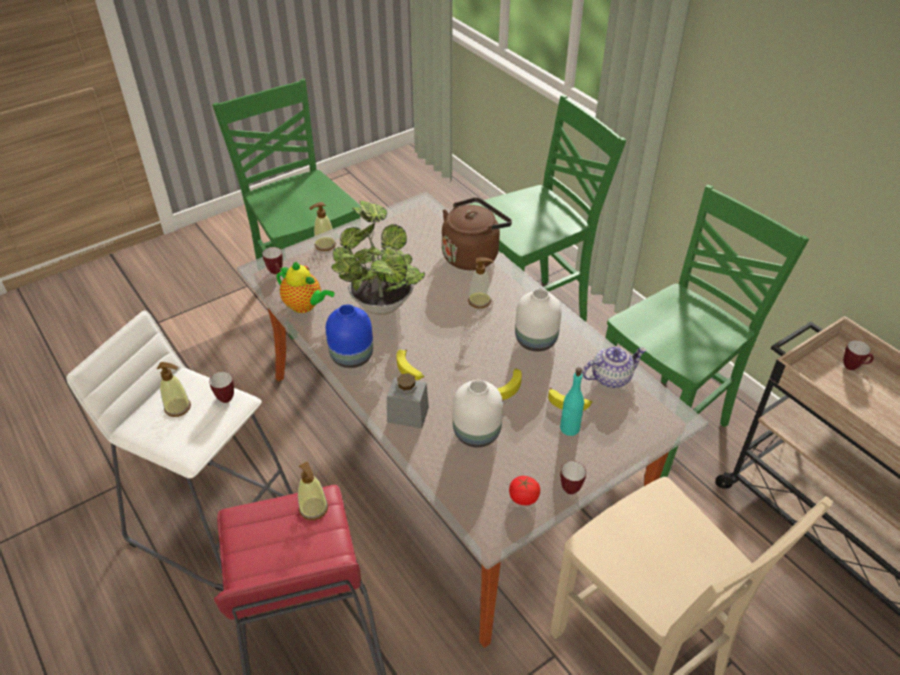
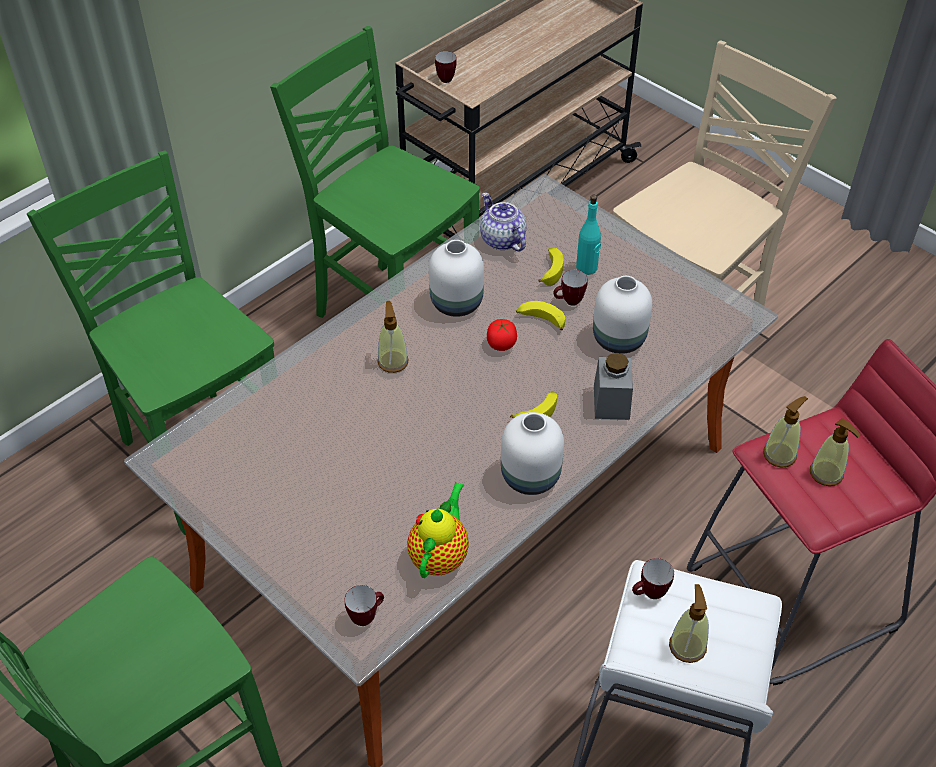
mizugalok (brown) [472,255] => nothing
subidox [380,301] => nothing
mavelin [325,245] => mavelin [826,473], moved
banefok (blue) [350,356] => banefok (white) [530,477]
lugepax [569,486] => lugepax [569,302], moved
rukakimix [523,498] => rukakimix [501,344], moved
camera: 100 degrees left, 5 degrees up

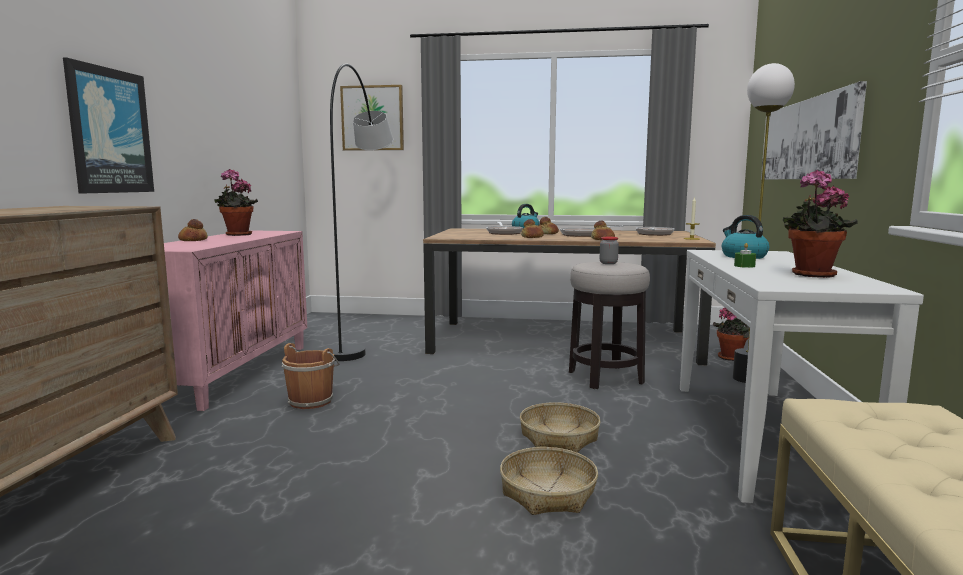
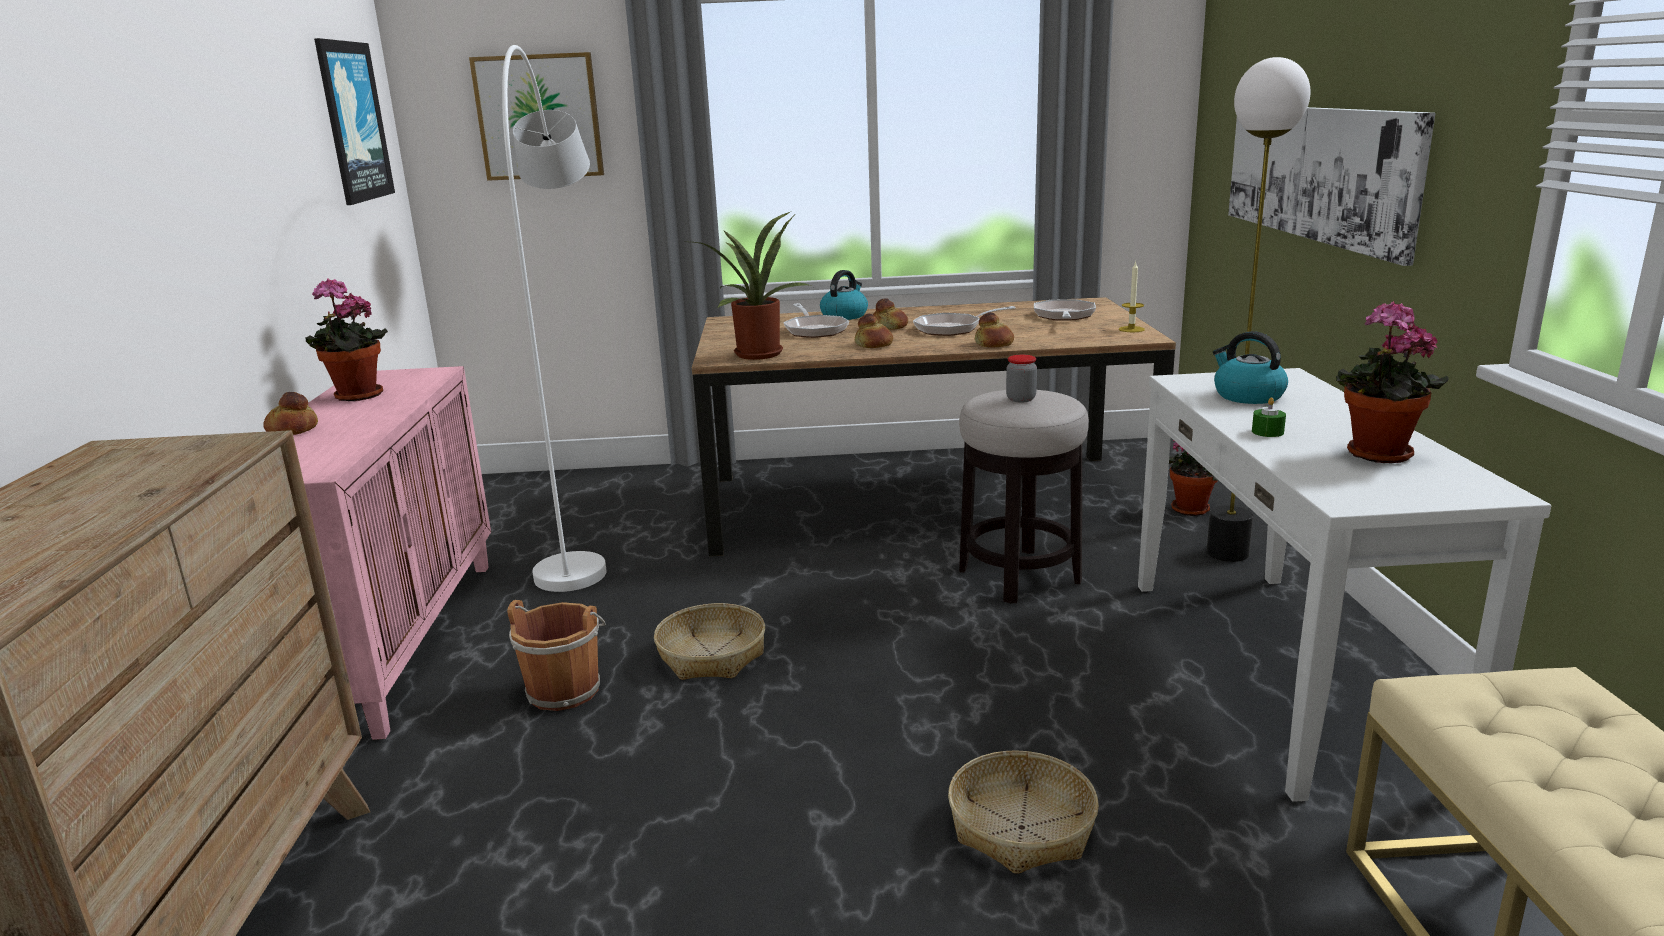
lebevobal [109,131] => lebevobal [353,122], moved
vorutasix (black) [364,335] => vorutasix (white) [584,523]
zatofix [559,437] => zatofix [712,655], moved
nothing => subidox [757,353]
camera: 10 degrees left, 10 degrees up

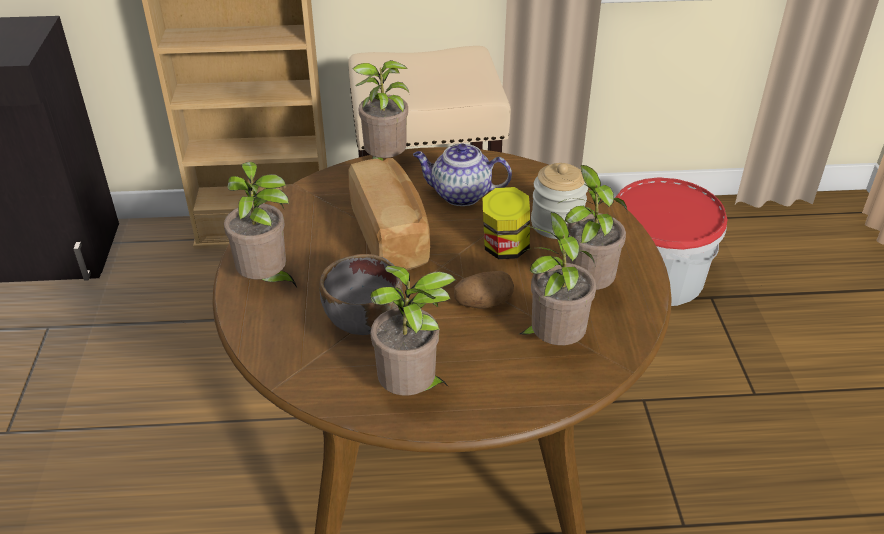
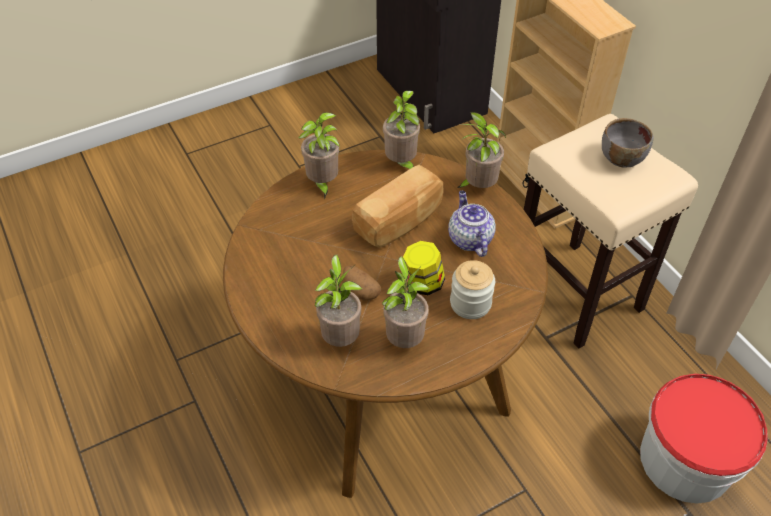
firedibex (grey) [363,320] => firedibex (grey) [621,158], moved
subidox [411,392] => subidox [401,164], moved
camera: 65 degrees right, 10 degrees up

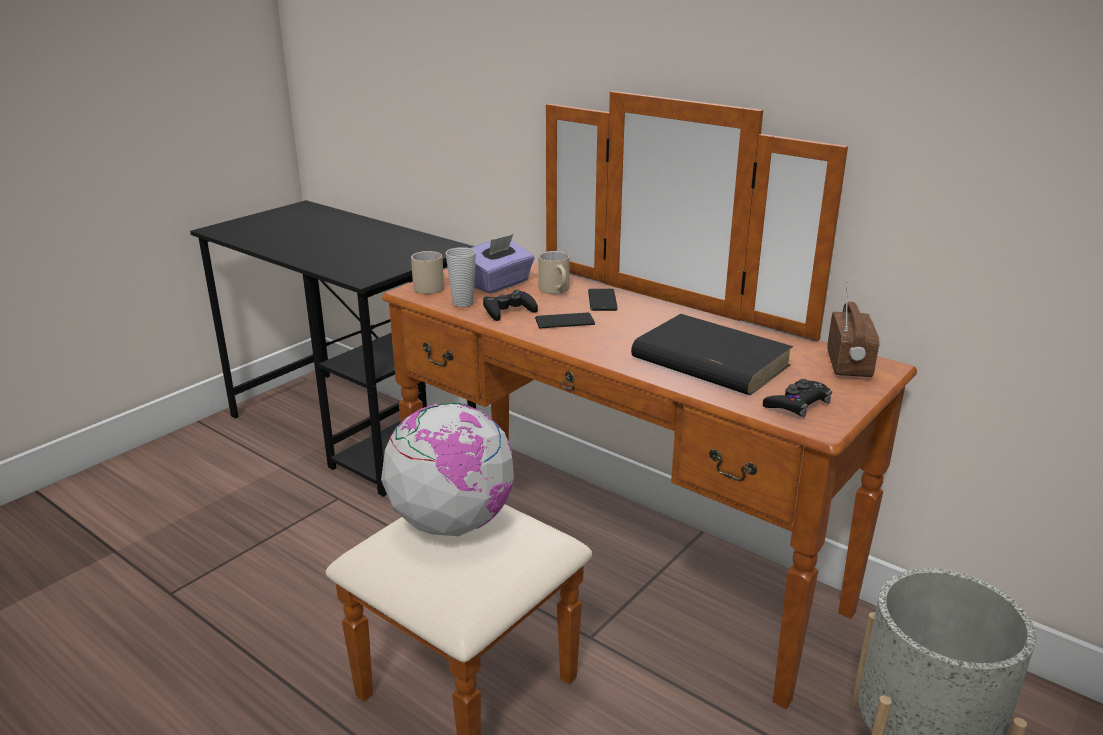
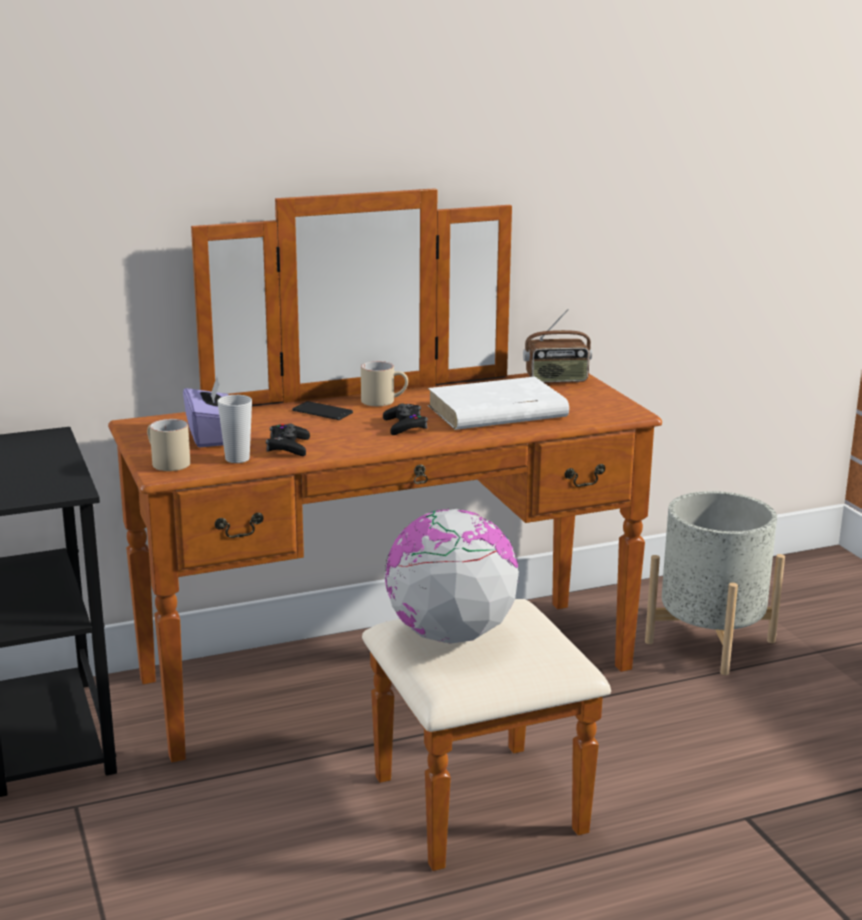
lugepax (beige) [557,290] => lugepax (beige) [384,401], moved
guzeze [849,365] => guzeze [556,380], 135 degrees clockwise
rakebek [564,321] => nothing
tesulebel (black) [709,362] => tesulebel (white) [496,412]
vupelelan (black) [797,404] => vupelelan (black) [405,426], moved
camera: 60 degrees left, 5 degrees down

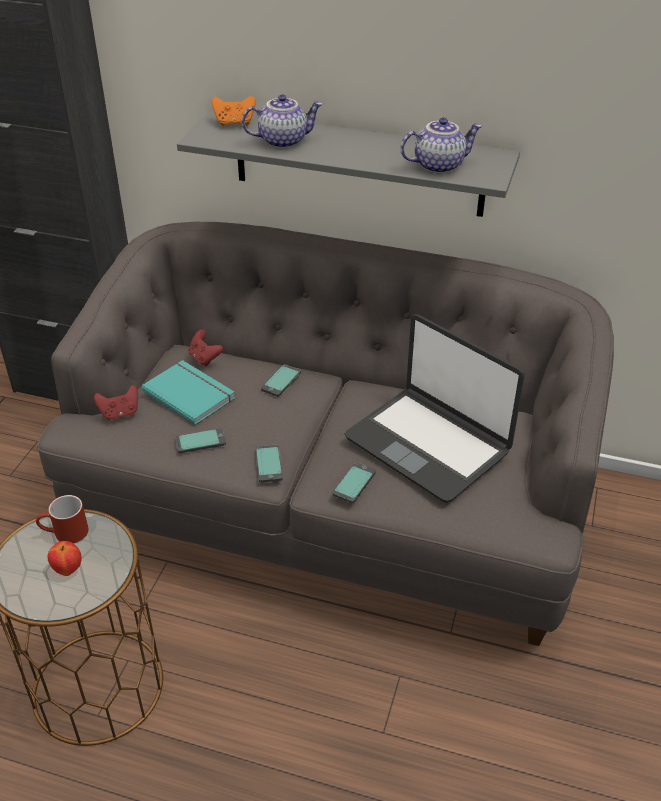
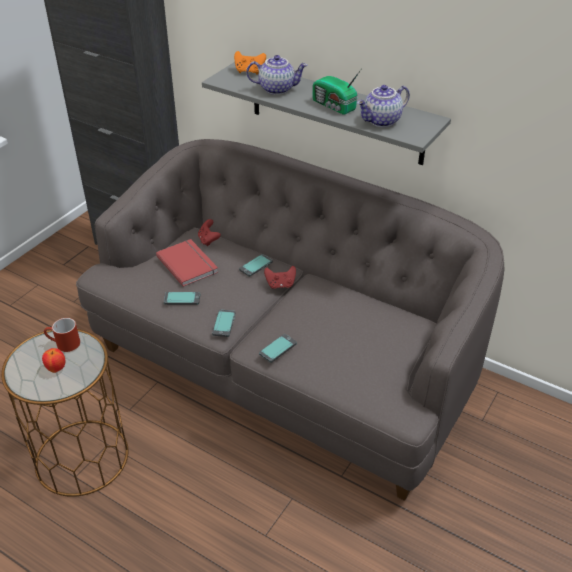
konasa [439,165] => konasa [382,121], 150 degrees clockwise
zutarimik [428,444] => nothing
tesulebel (turquoise) [190,393] => tesulebel (red) [188,263]
vupelelan (red) [120,413] => vupelelan (red) [280,285], moved
nothing => guzeze [334,106]
camera: 15 degrees right, 0 degrees up

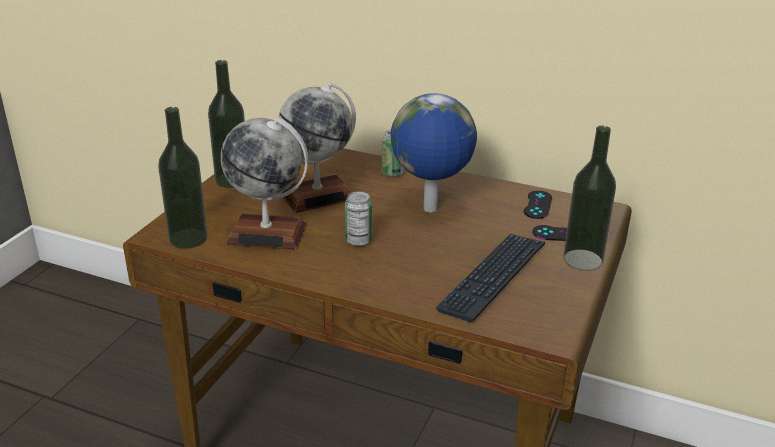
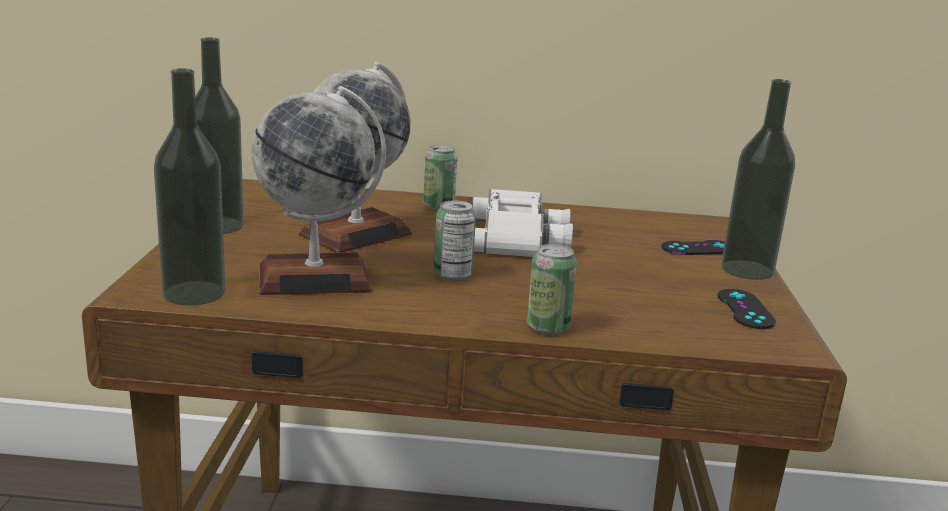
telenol [430,210] => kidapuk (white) [519,238]
vupelelan (black) [537,205] => vupelelan (black) [745,309], moved
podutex [493,277] => nothing
nothing => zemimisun [548,327]
camera: 20 degrees left, 10 degrees down

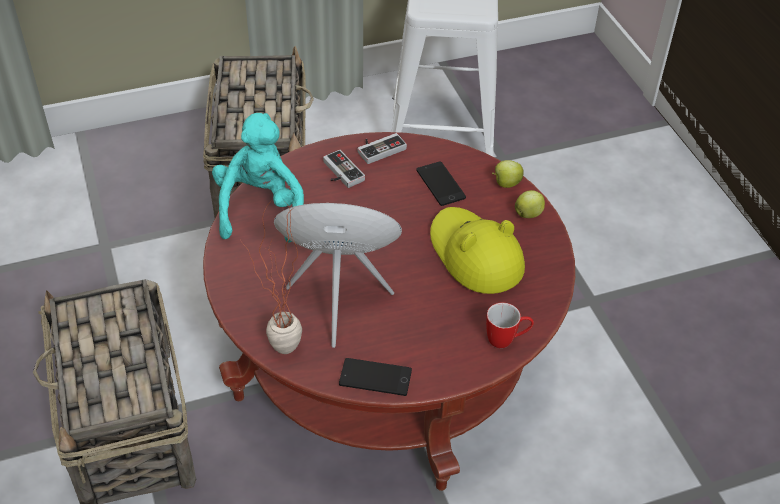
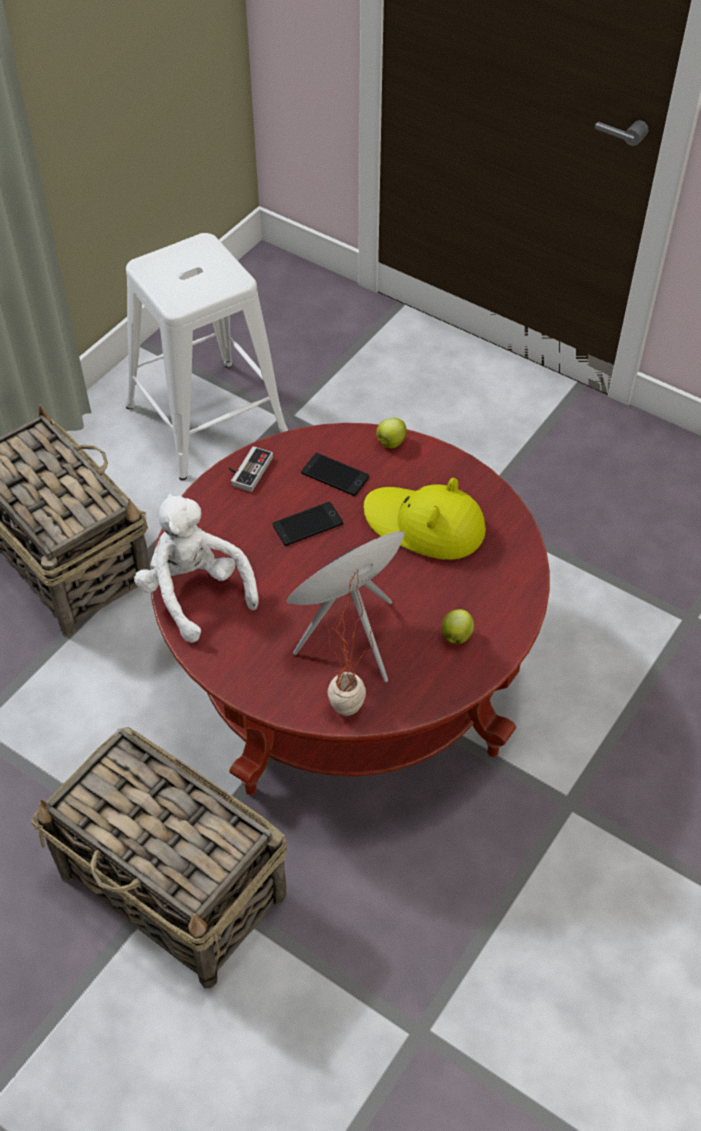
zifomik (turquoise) [260,208] => zifomik (white) [194,592]
vupelelan [339,173] => nothing
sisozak [528,214] => sisozak [456,635], moved
lugepax [506,340] => nothing
rakebek [375,377] => rakebek [307,524], moved
camera: 35 degrees left, 5 degrees up

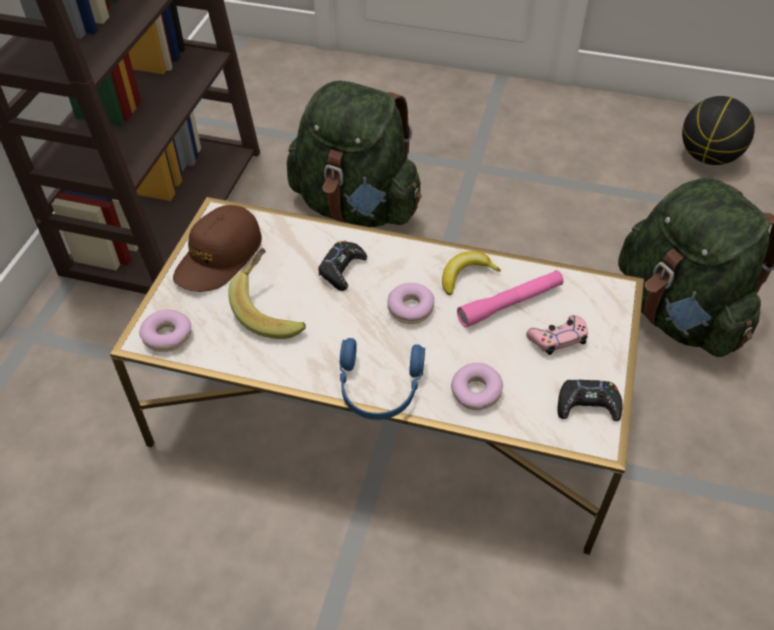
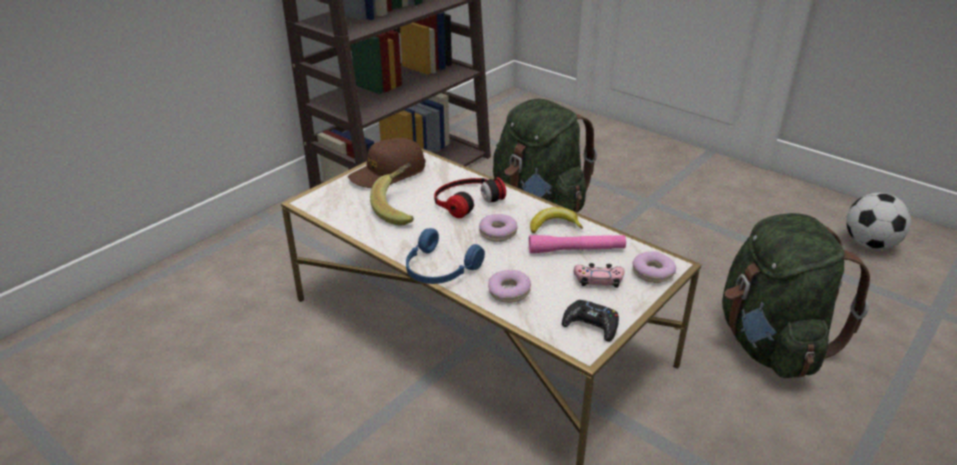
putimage [708,157] => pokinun [869,244]
vupelelan (black) [342,270] => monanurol [466,200]
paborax [167,336] => paborax [653,273], moved
camera: 25 degrees right, 15 degrees down

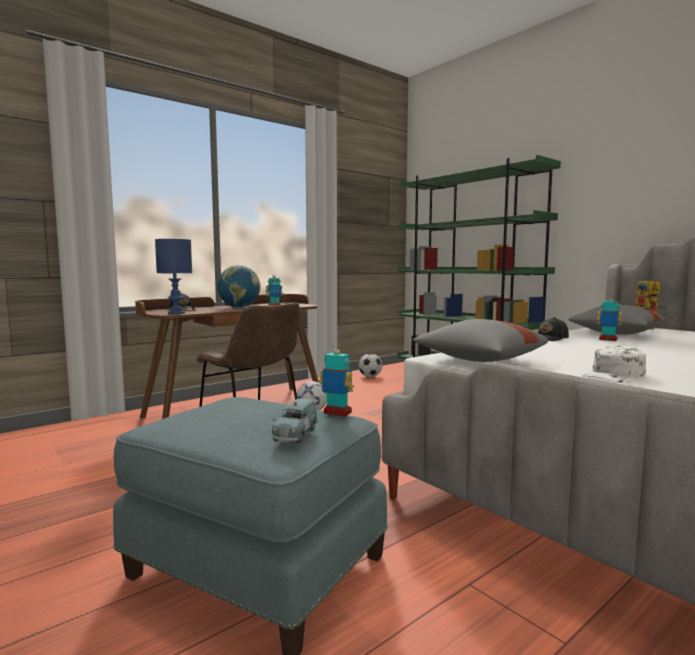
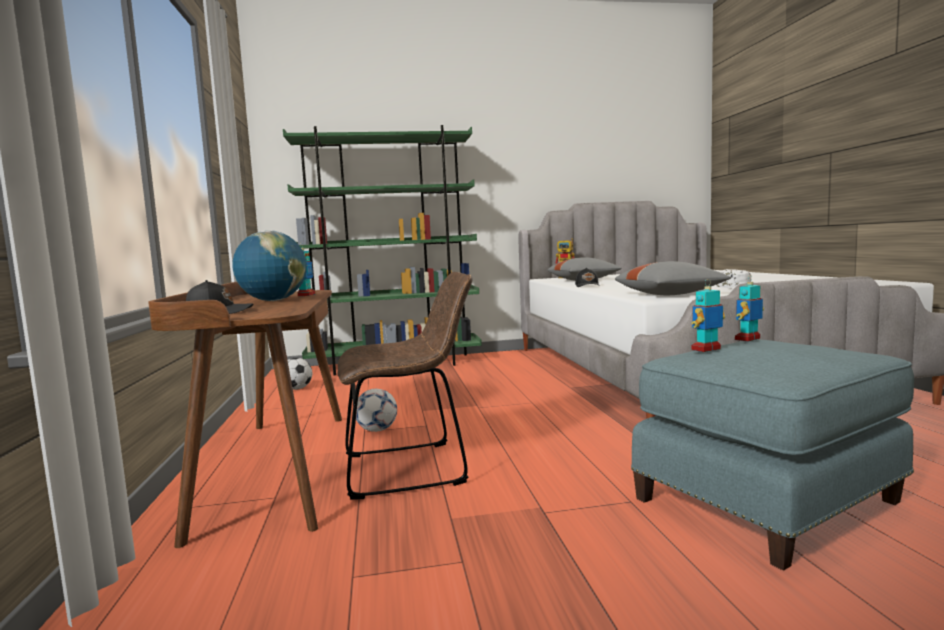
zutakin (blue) [177,313] => nothing
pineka [608,340] => pineka [706,349], moved
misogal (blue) [294,435] => nothing
camera: 60 degrees left, 0 degrees up

